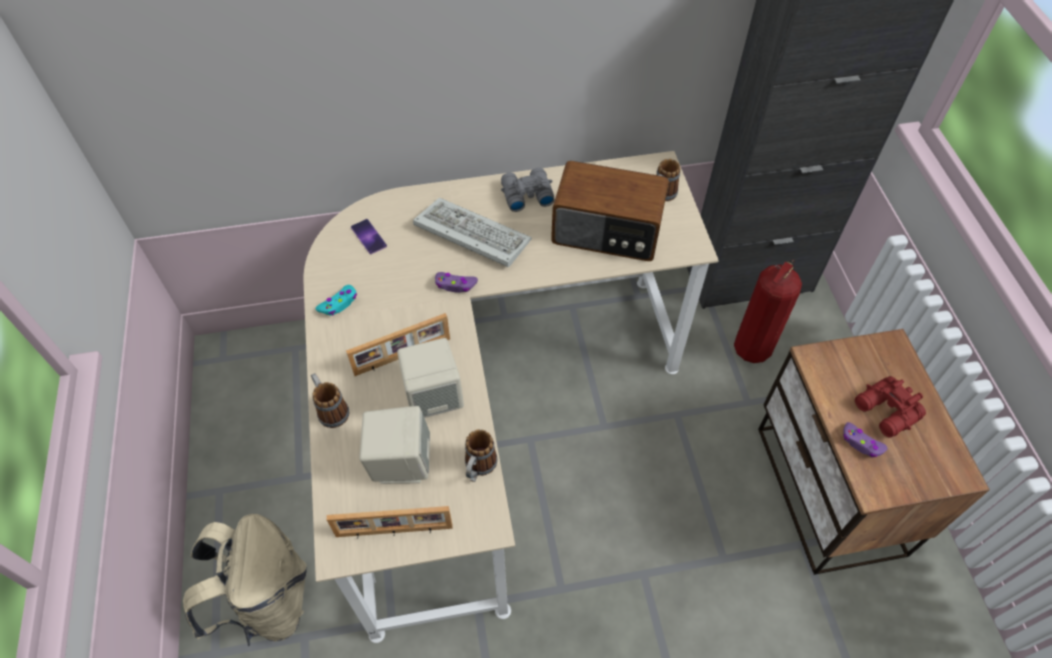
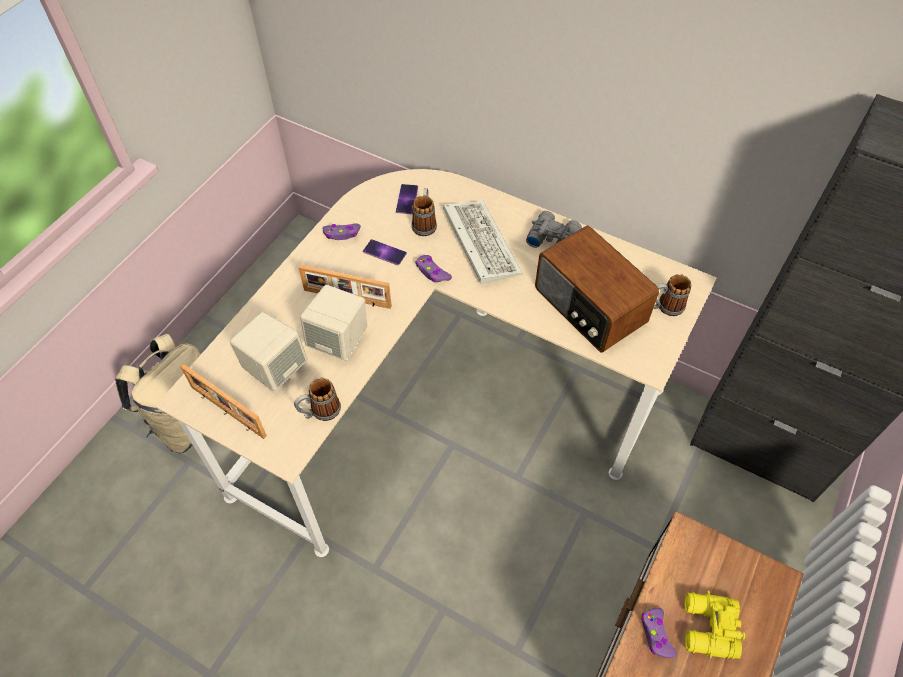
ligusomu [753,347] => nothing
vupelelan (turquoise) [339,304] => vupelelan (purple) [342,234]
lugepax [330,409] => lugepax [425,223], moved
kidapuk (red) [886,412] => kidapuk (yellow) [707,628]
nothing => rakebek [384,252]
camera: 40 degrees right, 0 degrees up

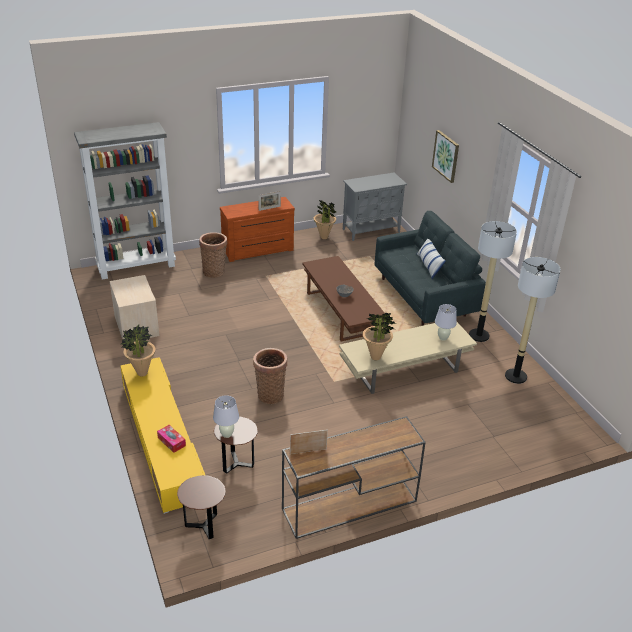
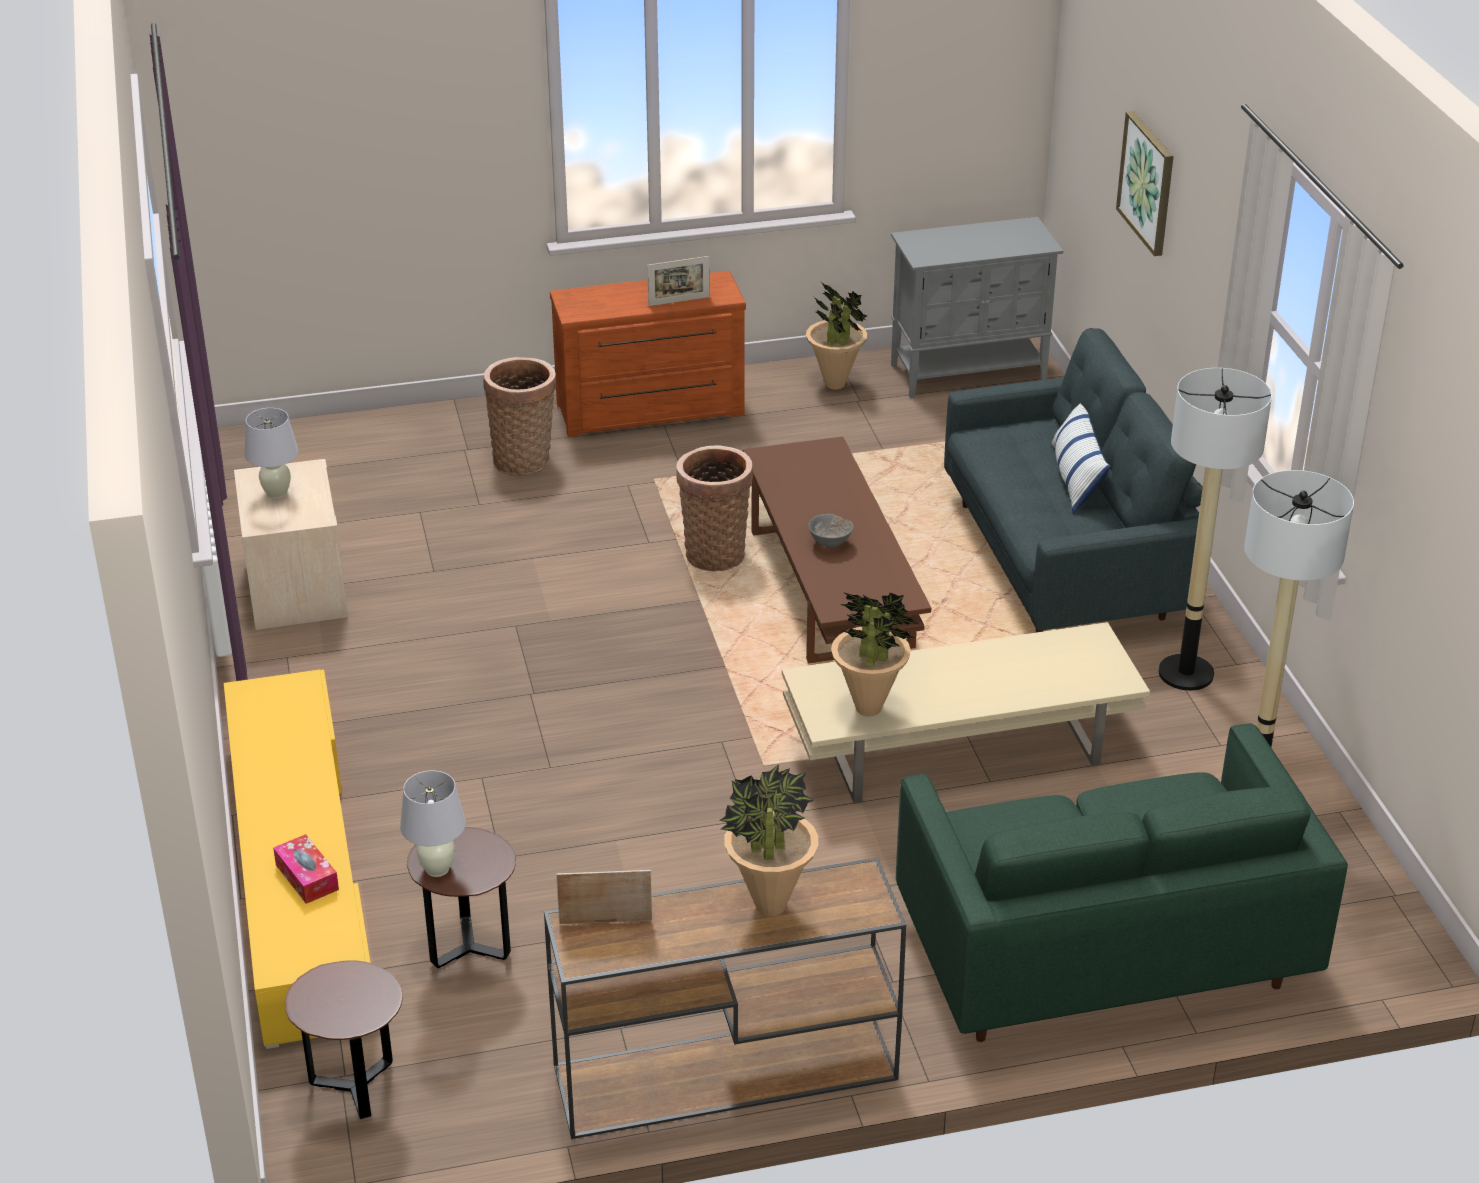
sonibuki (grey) [137,266] => nothing
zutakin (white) [443,338] => zutakin (white) [277,493], moved
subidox [142,373] => subidox [770,906], moved
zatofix [270,394] => zatofix [715,553], moved
nothing => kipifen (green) [1100,952]
camera: 10 degrees right, 0 degrees up

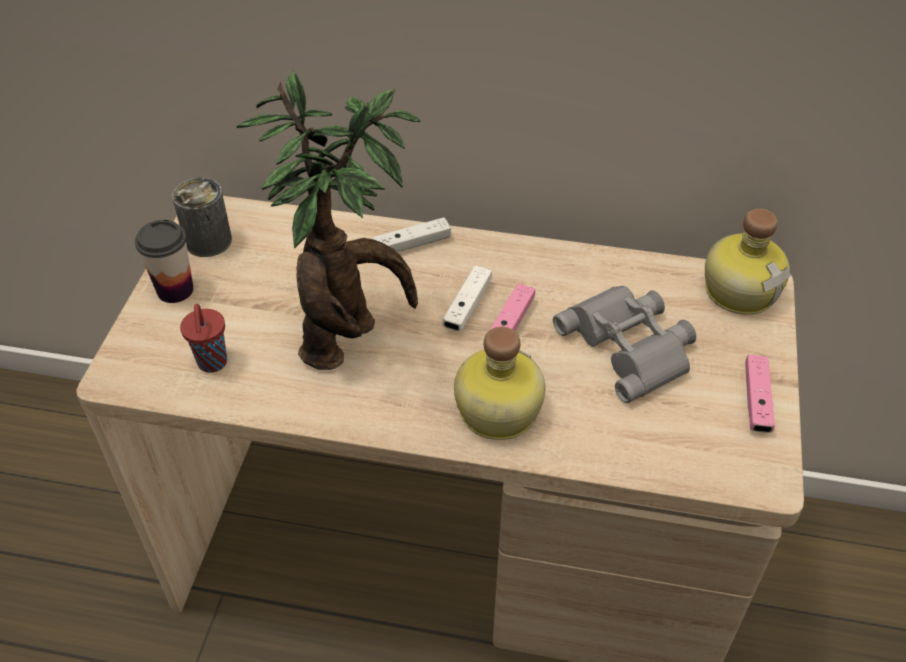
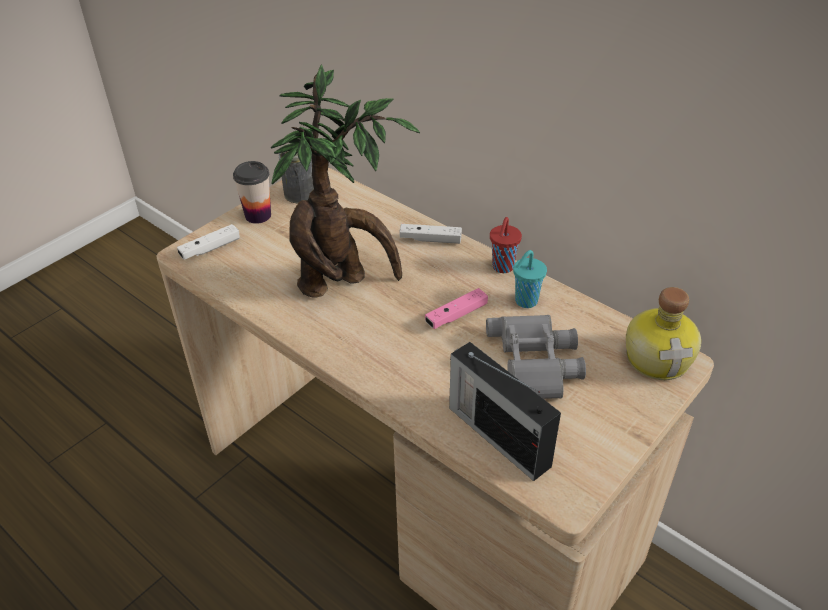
vupelelan (white) [467,306] => vupelelan (white) [210,248], moved
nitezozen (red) [212,363] => nitezozen (red) [502,268], moved
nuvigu [495,411] => nothing
vupelelan (pink) [756,400] => nothing
nothing => nitezozen (turquoise) [525,302]
nothing => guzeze [497,434]
camera: 30 degrees right, 5 degrees down

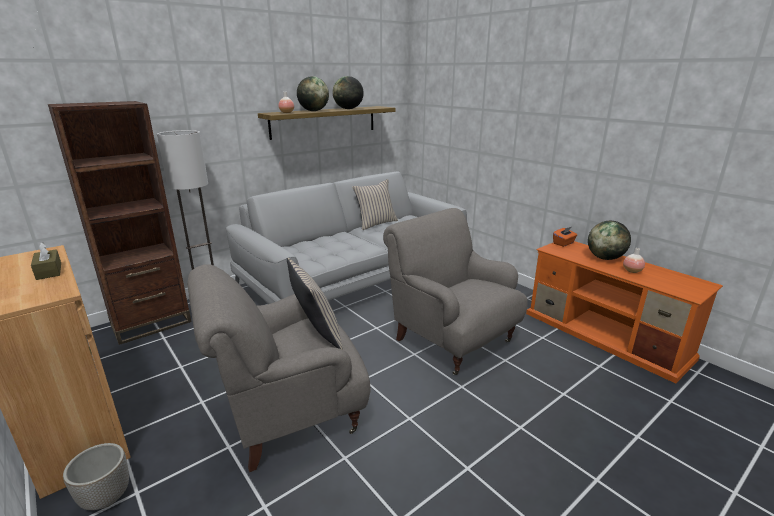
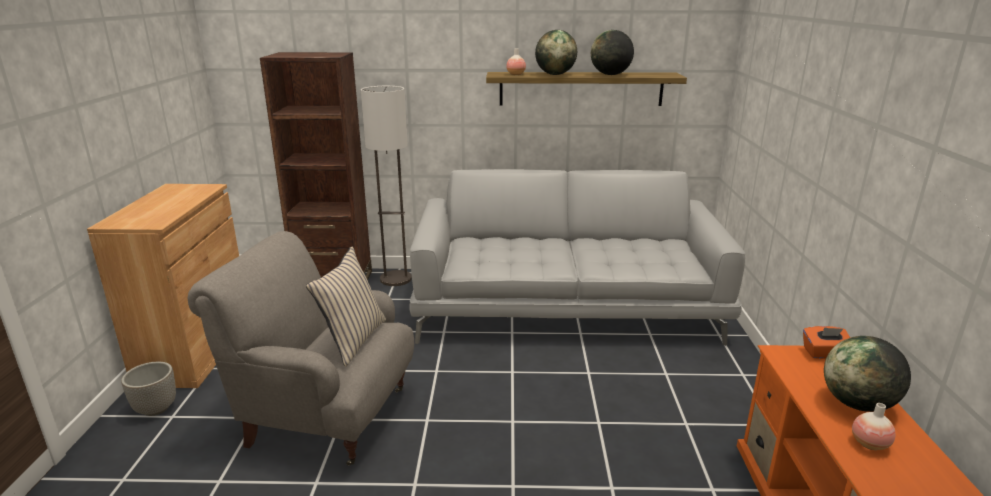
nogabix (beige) [375,223] => nothing
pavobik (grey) [451,339] => nothing
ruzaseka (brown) [49,271] => nothing
camera: 40 degrees right, 0 degrees up

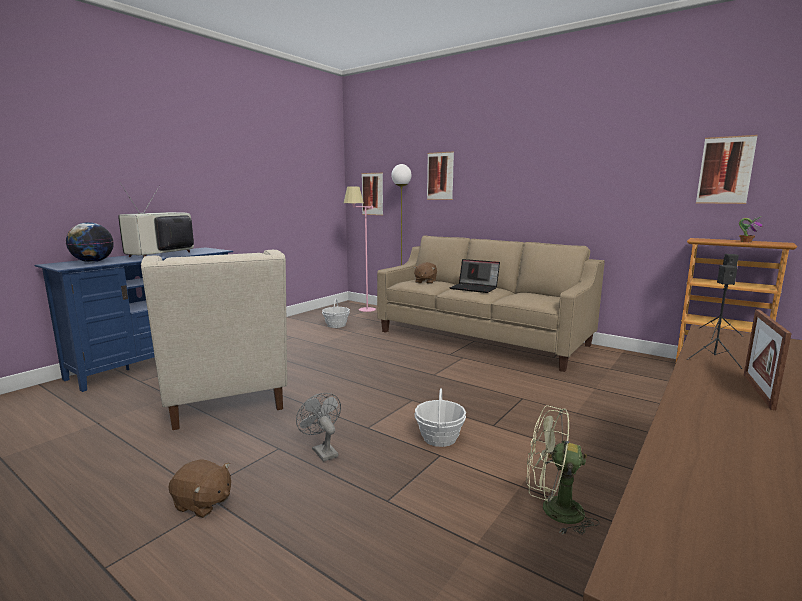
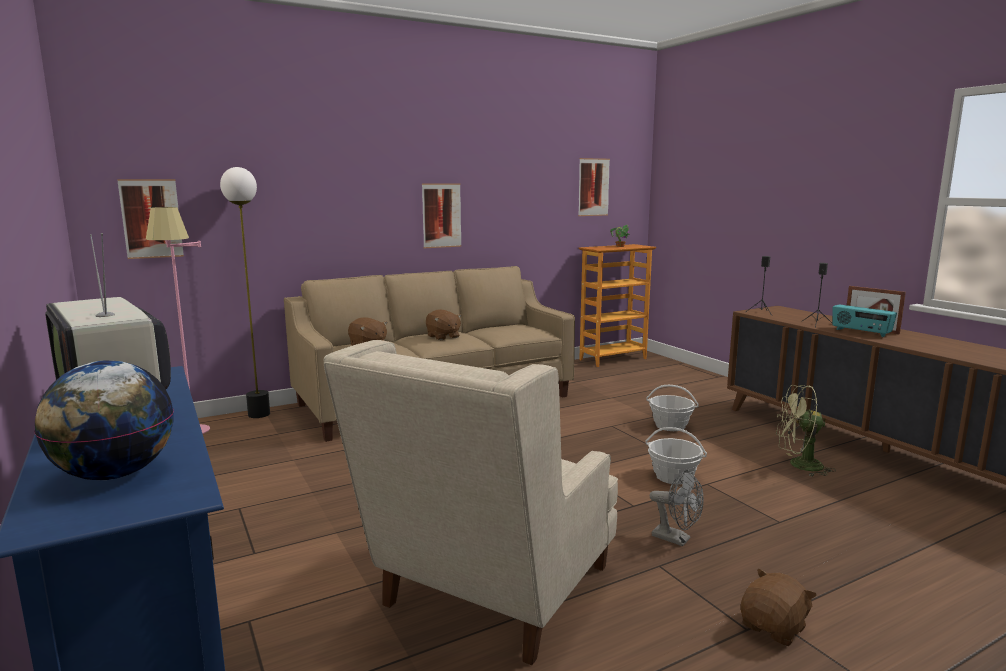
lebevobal [440,176] => lebevobal [441,215], moved
pavobik (beige) [226,403] => pavobik (beige) [488,596], 120 degrees clockwise
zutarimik [475,288] => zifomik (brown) [443,337]
zatofix [336,325] => zatofix [670,426], moved
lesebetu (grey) [322,451] => lesebetu (grey) [676,539], 135 degrees counterclockwise
lesebetu (green) [553,510] => lesebetu (green) [799,465], 60 degrees clockwise
nothing => guzeze [860,332]
camera: 65 degrees left, 0 degrees up

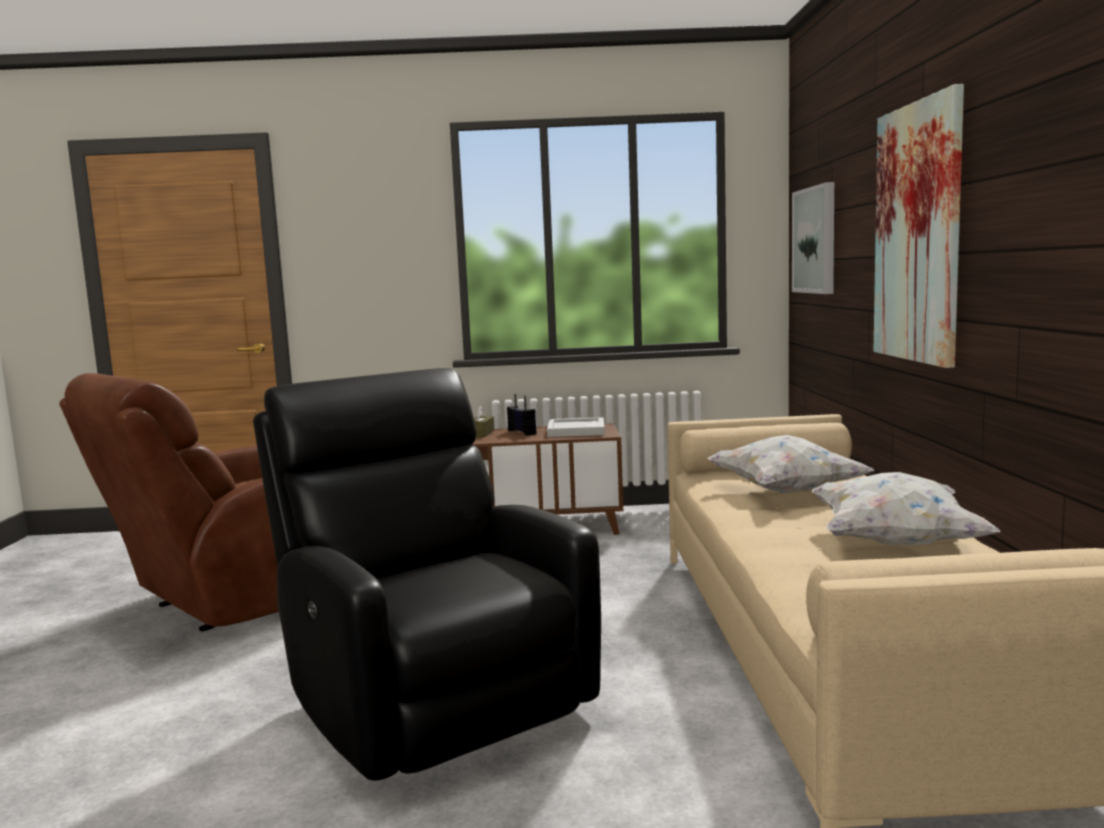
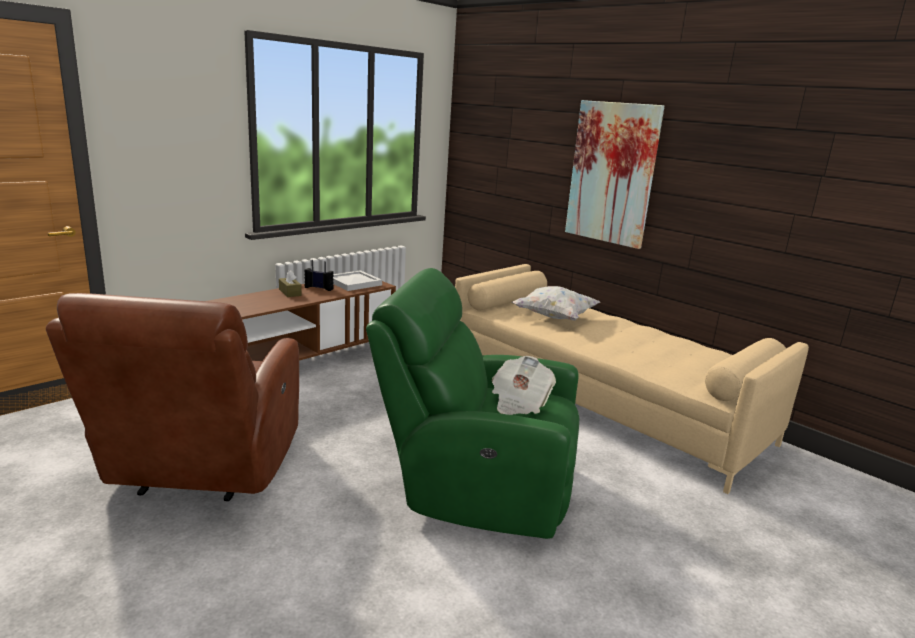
lebevobal [815,240] => nothing
pavobik (black) [433,698] => pavobik (green) [475,486]
nogabix (white) [894,542] => nothing
nothing => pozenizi [519,402]
camera: 45 degrees left, 10 degrees up

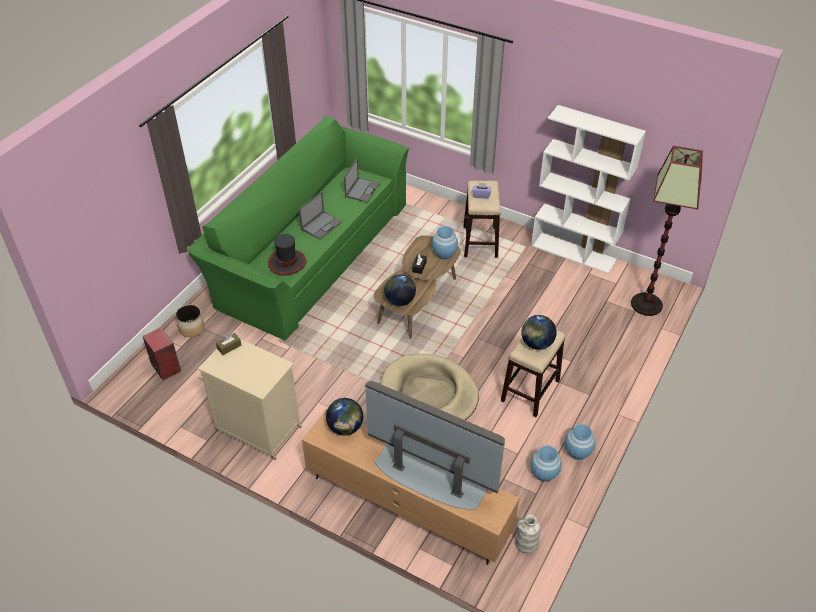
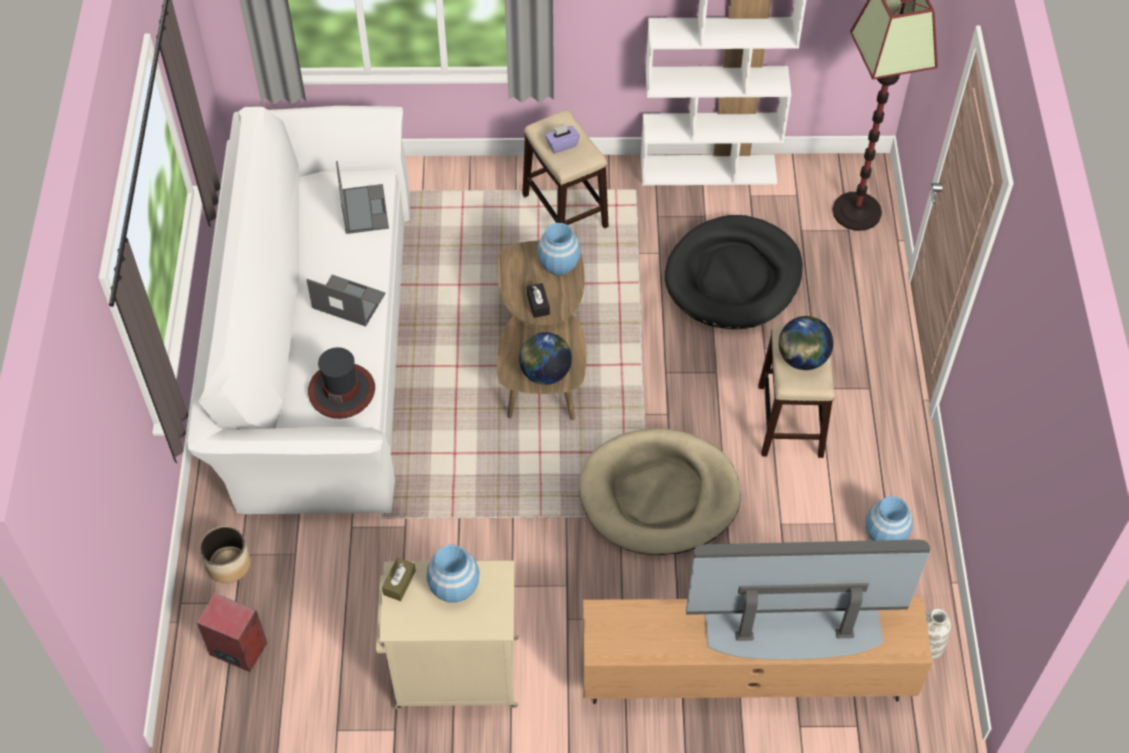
kipifen (green) [309,251] => kipifen (white) [315,344]
zutarimik [321,225] => zutarimik [347,301], 75 degrees counterclockwise
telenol [345,428] => nothing
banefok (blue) [577,451] => banefok (blue) [454,587], moved
nothing => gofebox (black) [733,277]
camera: 30 degrees left, 10 degrees up

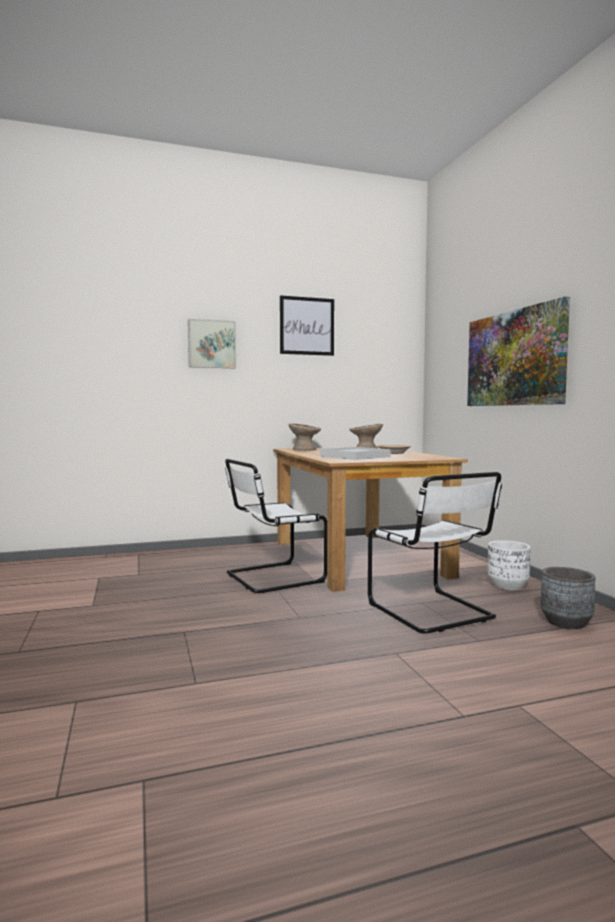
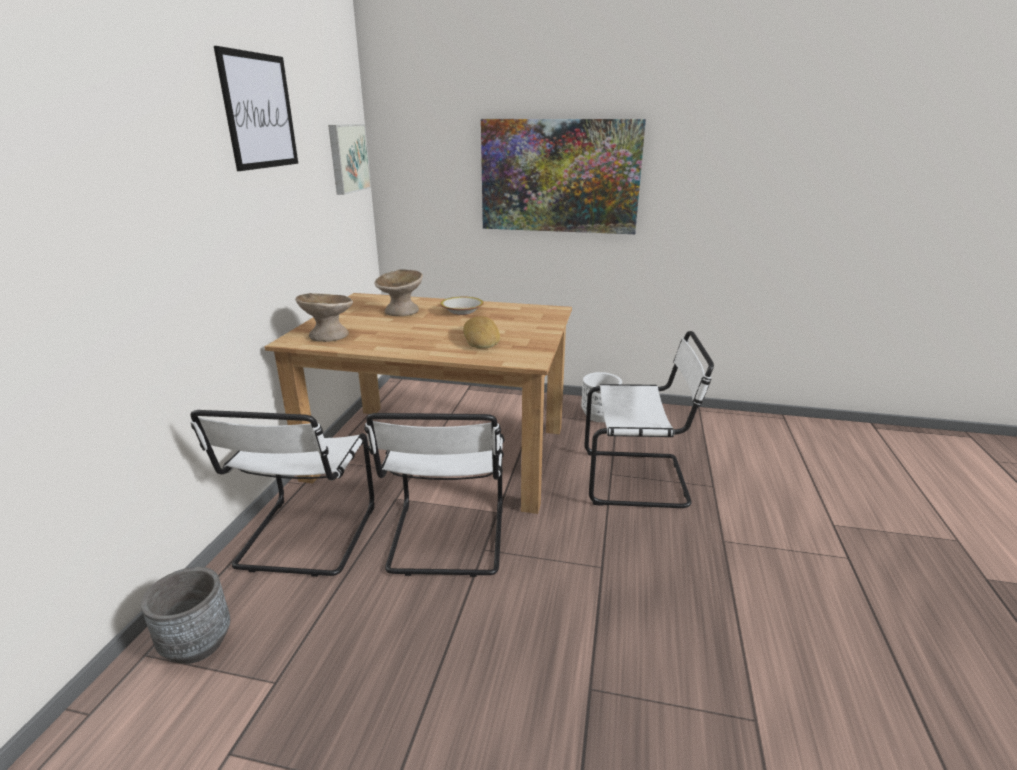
lebevobal [211,344] => lebevobal [347,158], moved
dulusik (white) [355,456] => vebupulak [482,338]
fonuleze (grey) [566,622] => fonuleze (grey) [198,644], moved
nothing => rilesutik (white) [305,539]
camera: 60 degrees left, 20 degrees up

